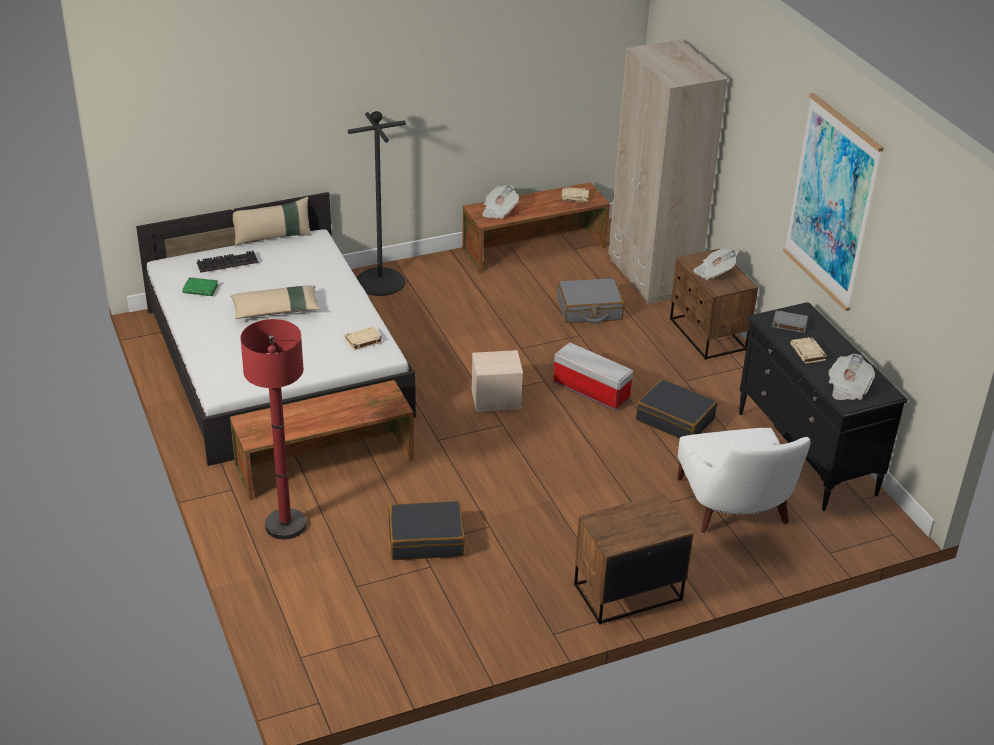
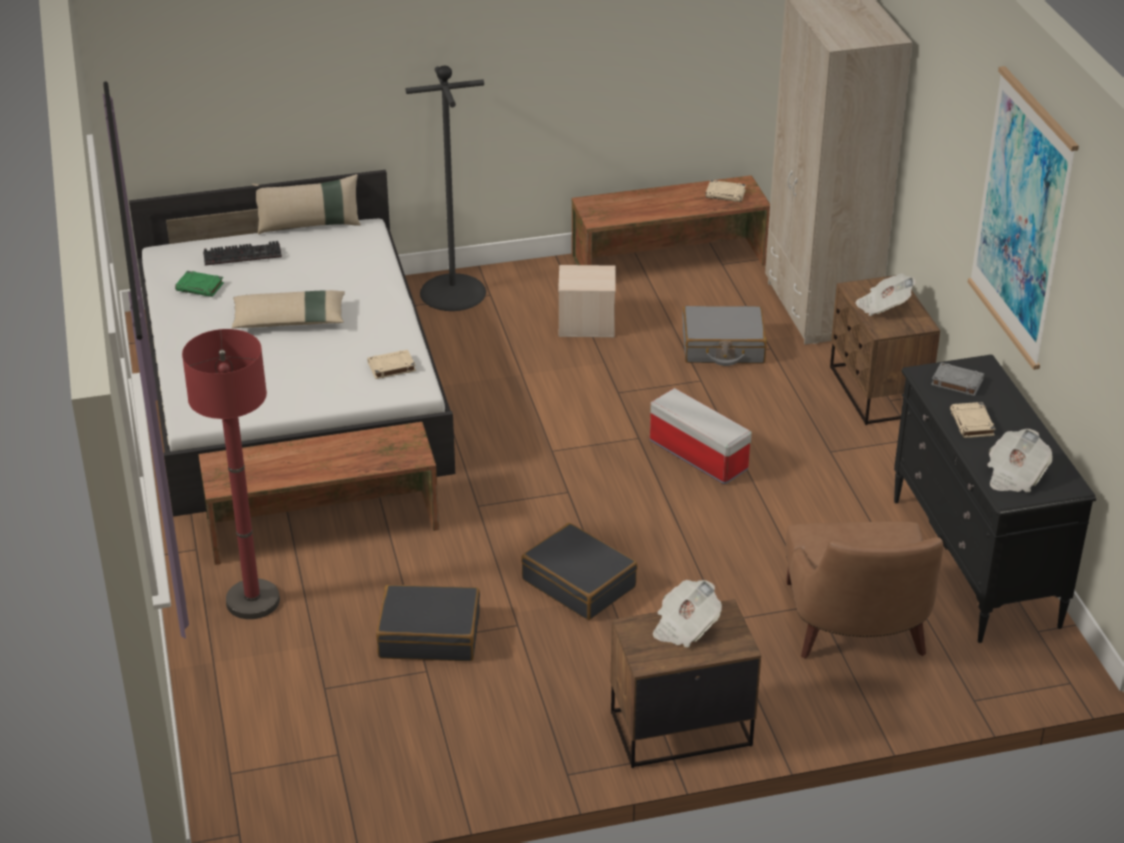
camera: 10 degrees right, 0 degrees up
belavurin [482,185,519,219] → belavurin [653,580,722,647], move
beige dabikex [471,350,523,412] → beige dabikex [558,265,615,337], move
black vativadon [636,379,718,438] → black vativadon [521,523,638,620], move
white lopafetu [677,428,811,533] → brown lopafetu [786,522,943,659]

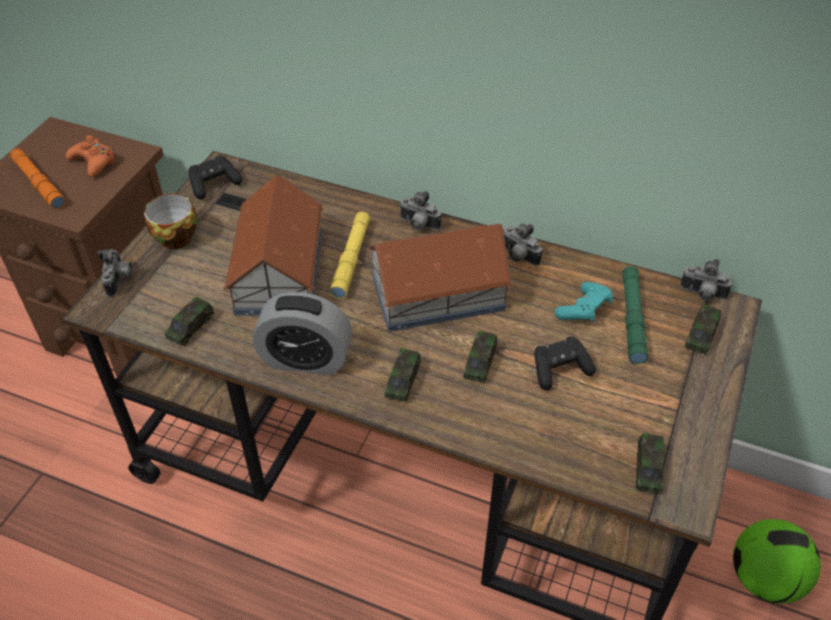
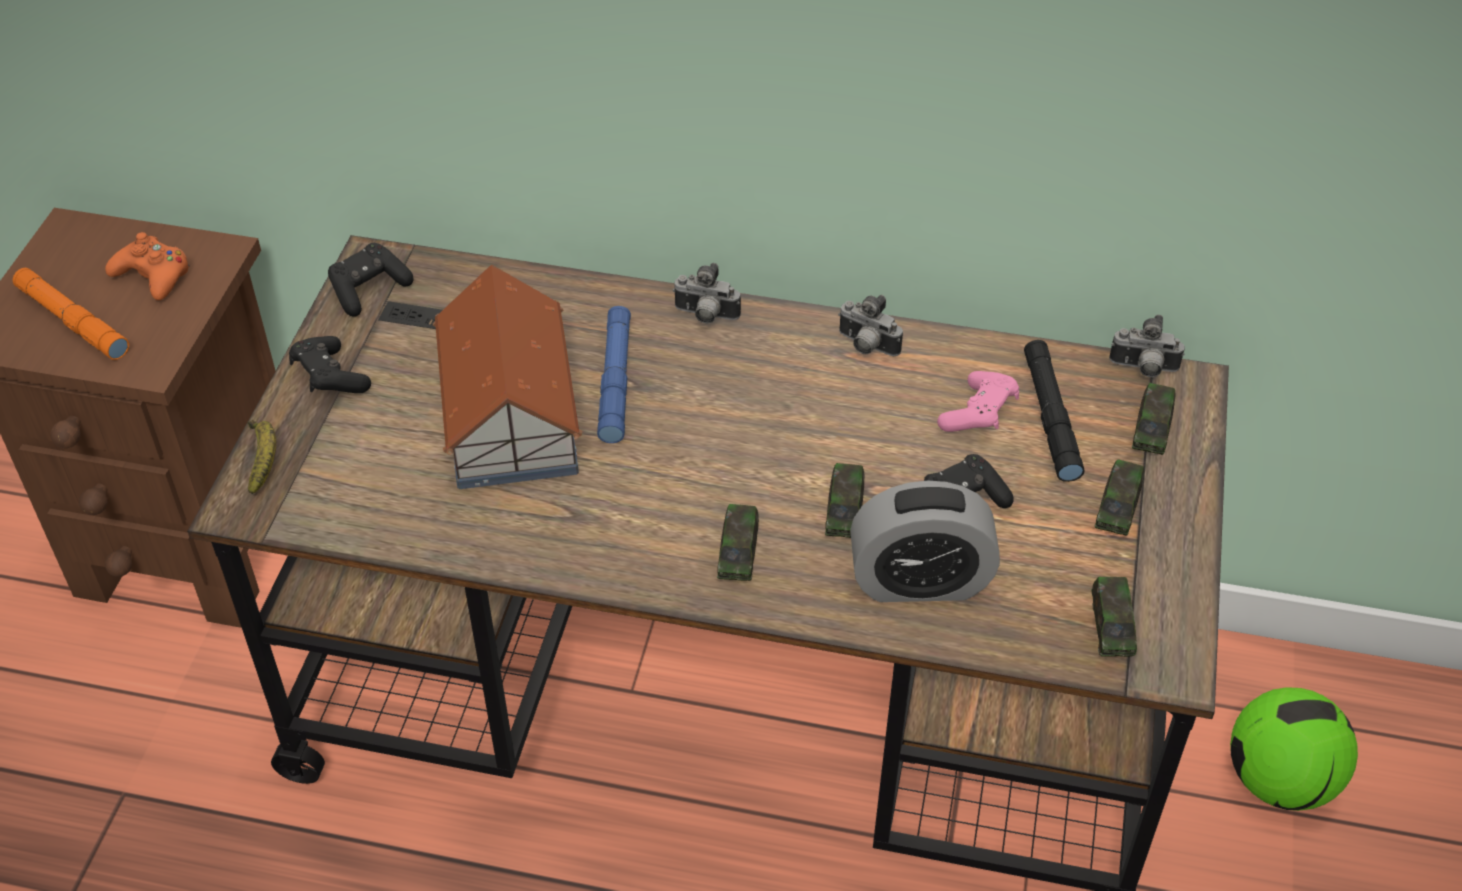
camera: 10 degrees left, 0 degrees up
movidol [144,192,197,249] → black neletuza [289,336,371,393]
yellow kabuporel [329,212,370,299] → blue kabuporel [597,306,631,443]
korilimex [367,224,514,332] → -
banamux [98,249,132,297] → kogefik [247,420,276,494]
green kabuporel [622,266,648,364] → black kabuporel [1024,340,1085,482]
turquoise neletuza [554,282,613,322] → pink neletuza [937,371,1019,432]
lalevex [253,292,352,375] → lalevex [850,481,1000,602], move
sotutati [165,297,214,346] → sotutati [1095,459,1144,536], move

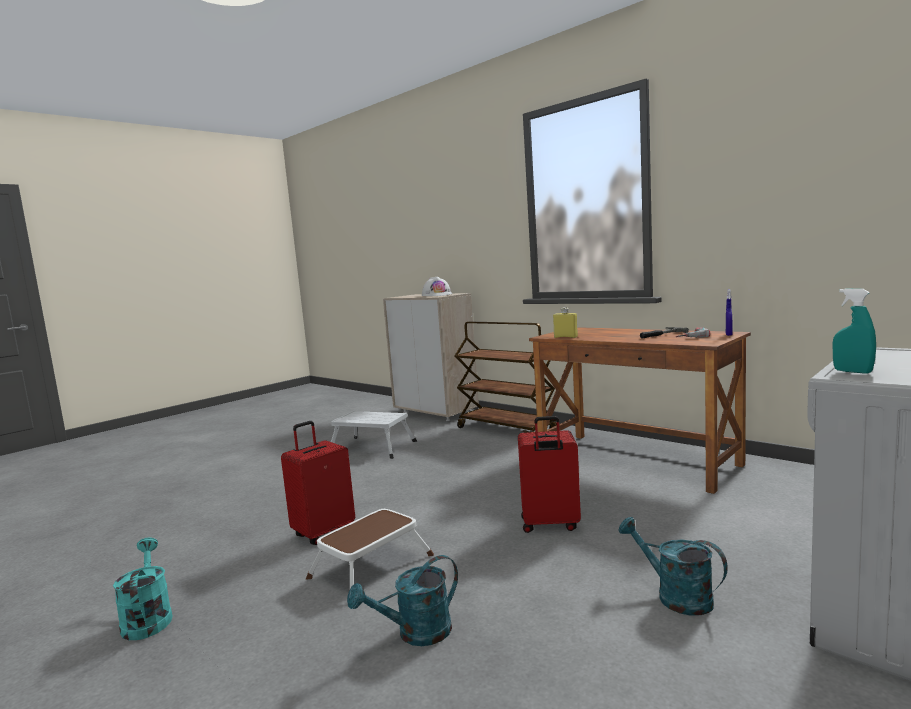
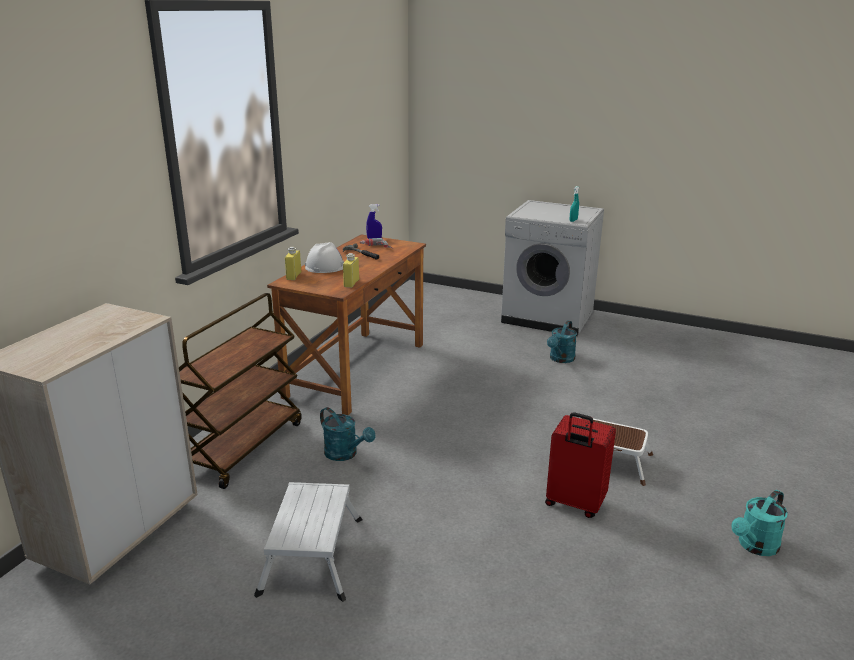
camera: 110 degrees left, 15 degrees up
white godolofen [422,277,452,296] → white godolofen [305,242,344,273], move
red vativadon [518,416,581,533] → -
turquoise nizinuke [347,555,458,646] → turquoise nizinuke [320,407,375,461], move
- → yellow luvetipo [285,247,301,280]

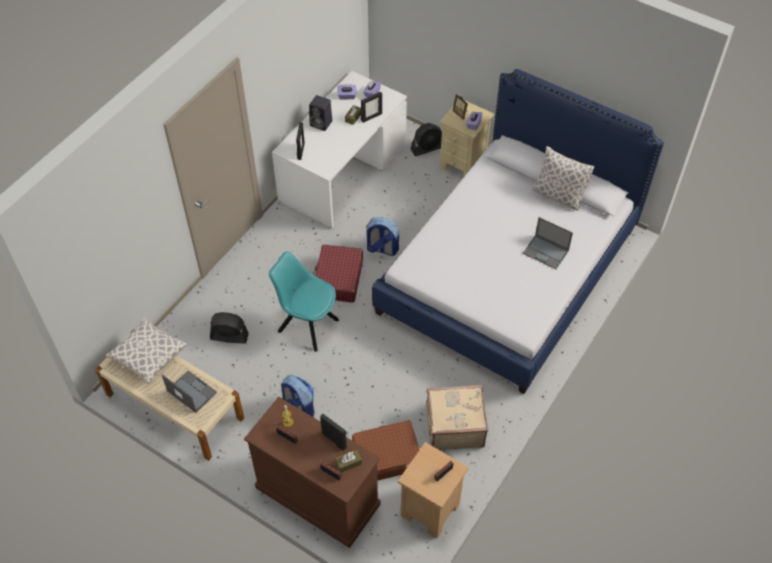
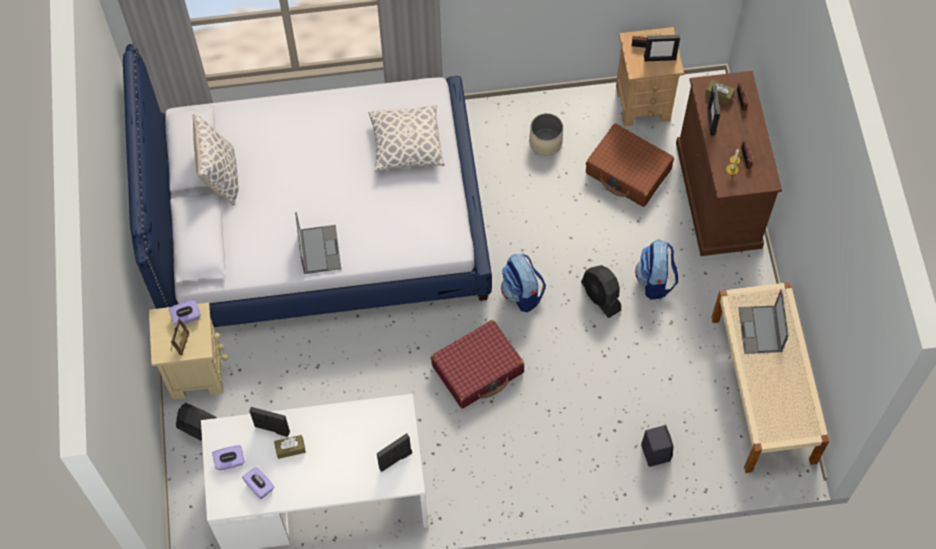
camera: 130 degrees left, 10 degrees up
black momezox [309,95,332,131] → black momezox [641,425,673,467], move
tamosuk [366,217,399,256] → tamosuk [501,254,546,312], move
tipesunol [523,217,573,269] → tipesunol [295,212,341,274], move
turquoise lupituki [269,252,339,352] → -
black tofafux [210,312,249,344] → black tofafux [581,265,621,318], move
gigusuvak [105,317,187,384] → gigusuvak [369,104,444,172], move
beige vativadon [427,385,488,450] → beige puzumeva [529,113,563,155]
- → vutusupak [644,35,680,62]

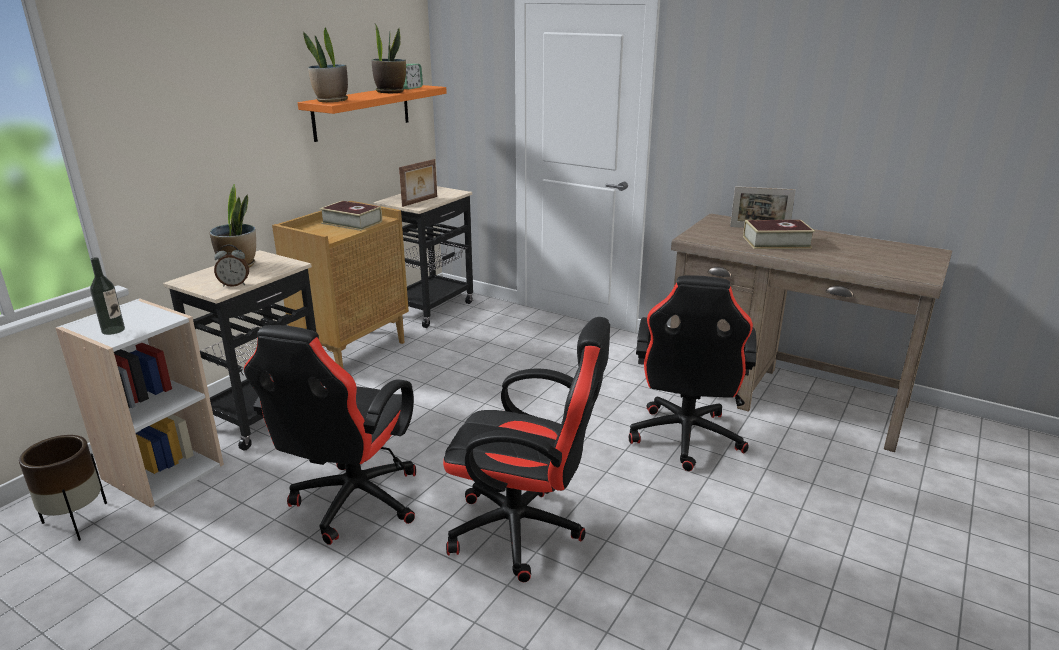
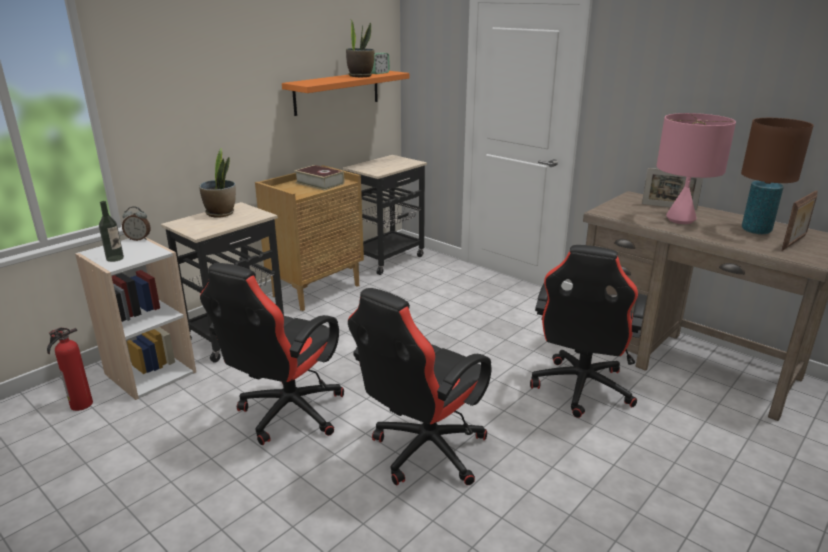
camera: 10 degrees right, 0 degrees up
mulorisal [303,27,348,102] → -
vutusupak [399,159,437,207] → vutusupak [781,190,817,251], move
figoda [743,220,815,249] → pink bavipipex [657,113,736,224]
lalevex [214,244,249,287] → lalevex [122,206,150,241], move
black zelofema [443,317,610,582] → black zelofema [348,288,491,485], 105 degrees clockwise
brown puzumeva [19,435,107,541] → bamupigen [47,327,93,411]
- → brown bavipipex [741,118,814,234]

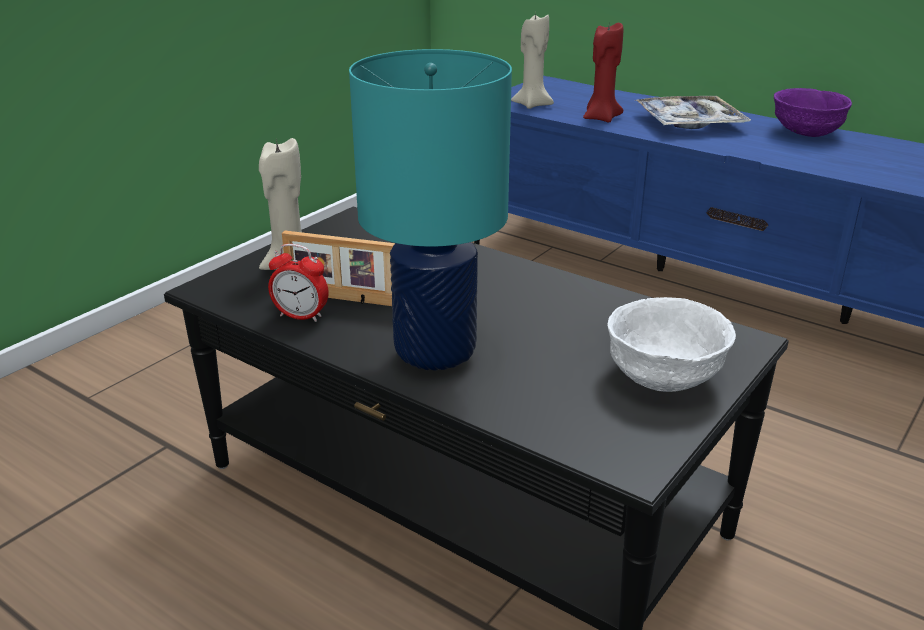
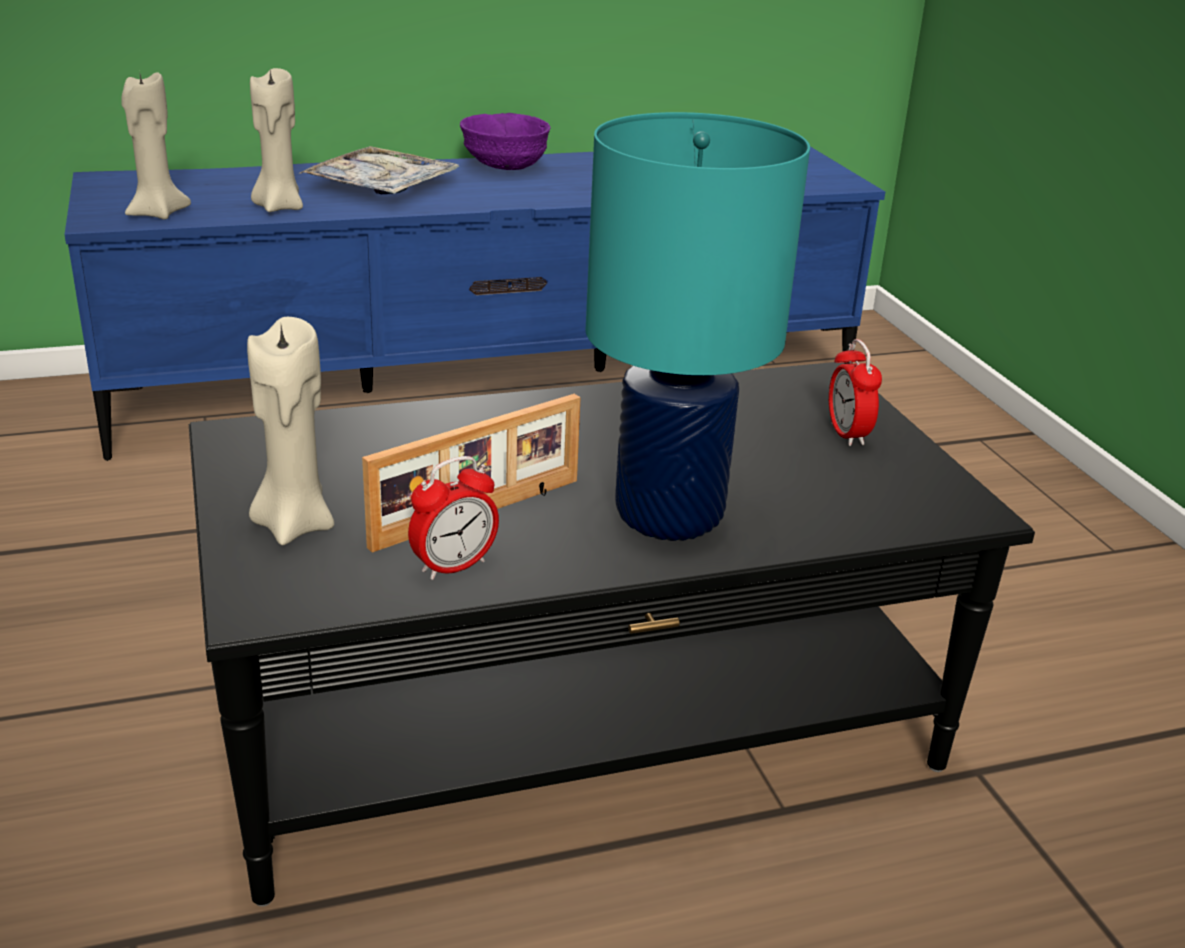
camera: 55 degrees left, 0 degrees up
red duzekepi [583,23,623,122] → beige duzekepi [250,68,303,212]
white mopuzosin [607,297,736,392] → lalevex [829,339,882,446]

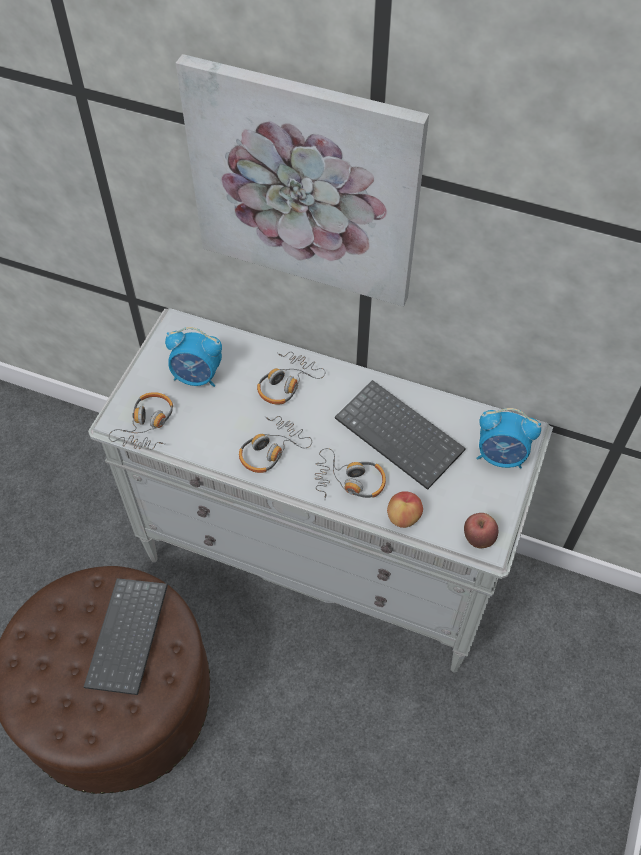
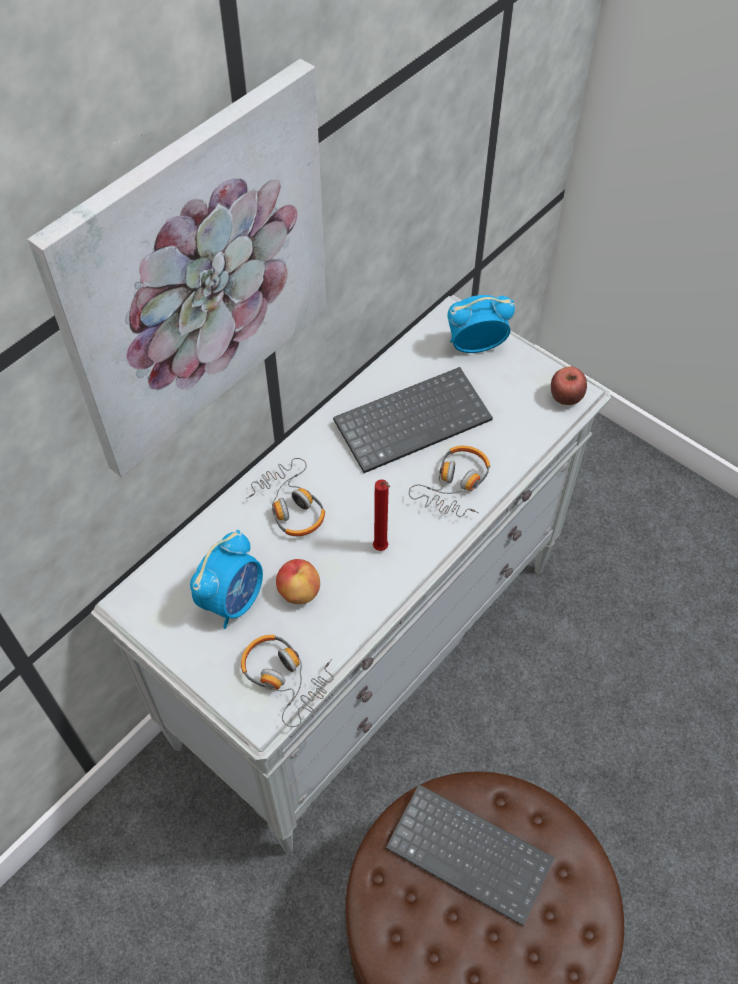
camera: 70 degrees left, 0 degrees up
lalevex [476,408,541,469] → lalevex [447,295,515,353], 135 degrees counterclockwise
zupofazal [239,416,312,473] → red duzekepi [373,479,390,551]
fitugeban [387,491,423,528] → fitugeban [276,559,320,604], move

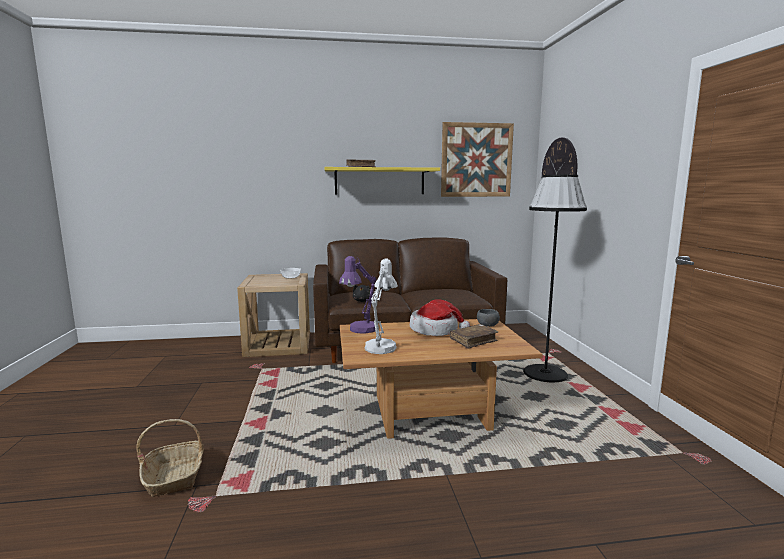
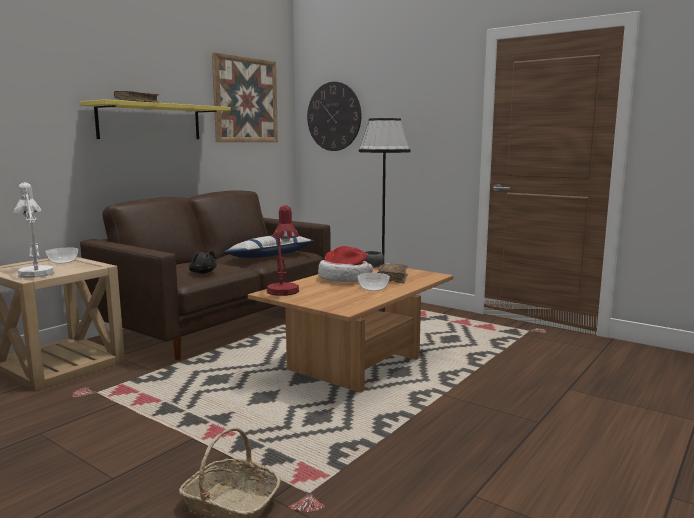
camera: 45 degrees left, 0 degrees up
purple bavipipex [339,256,377,334] → red bavipipex [267,205,299,296]
white bavipipex [364,258,398,354] → white bavipipex [14,182,54,278], move
- → gigusuvak [224,235,314,258]
- → mopuzosin [358,273,390,291]

